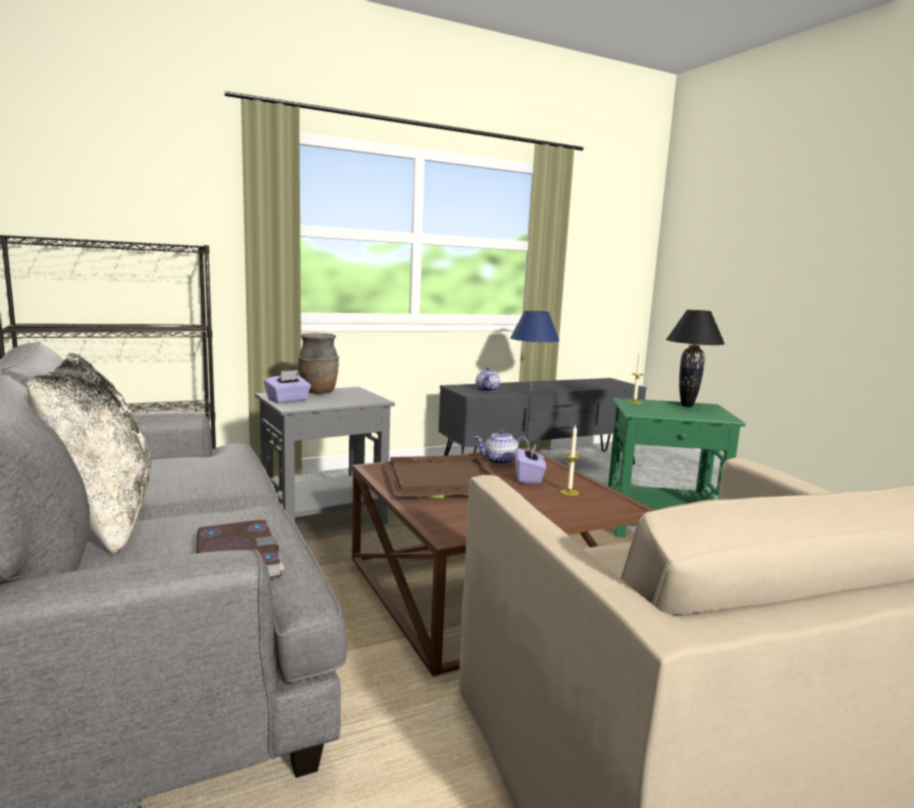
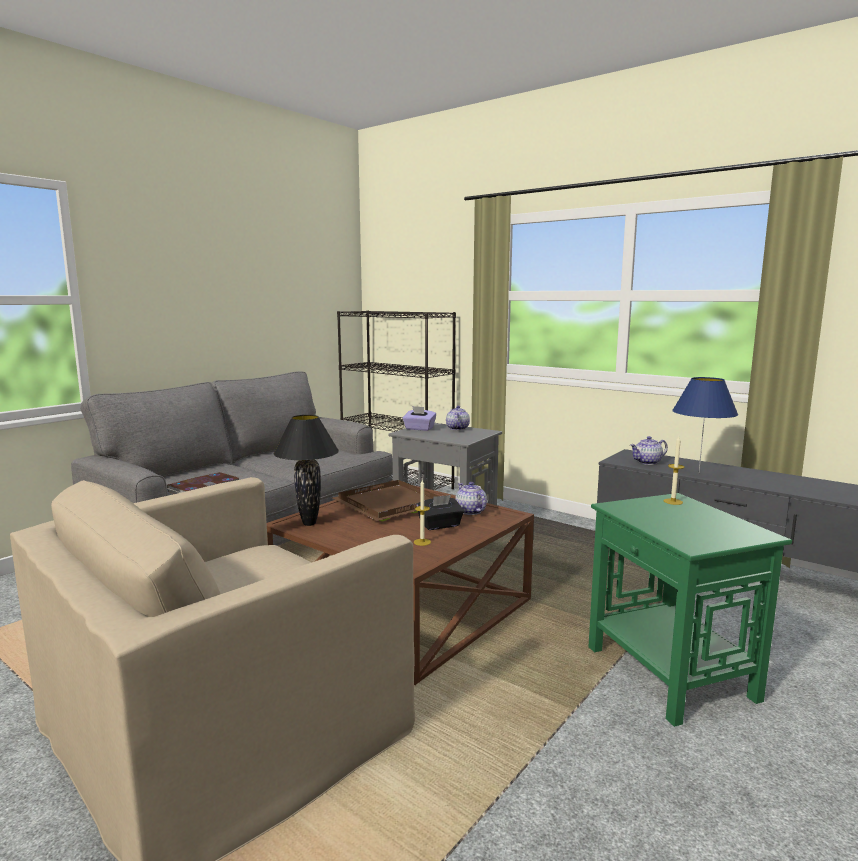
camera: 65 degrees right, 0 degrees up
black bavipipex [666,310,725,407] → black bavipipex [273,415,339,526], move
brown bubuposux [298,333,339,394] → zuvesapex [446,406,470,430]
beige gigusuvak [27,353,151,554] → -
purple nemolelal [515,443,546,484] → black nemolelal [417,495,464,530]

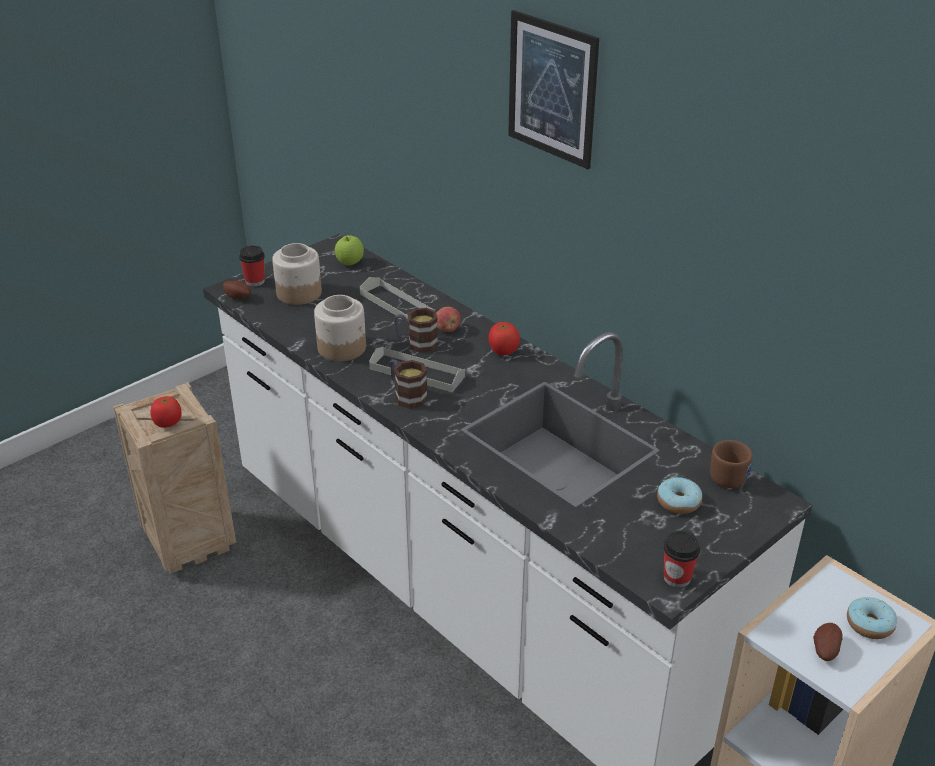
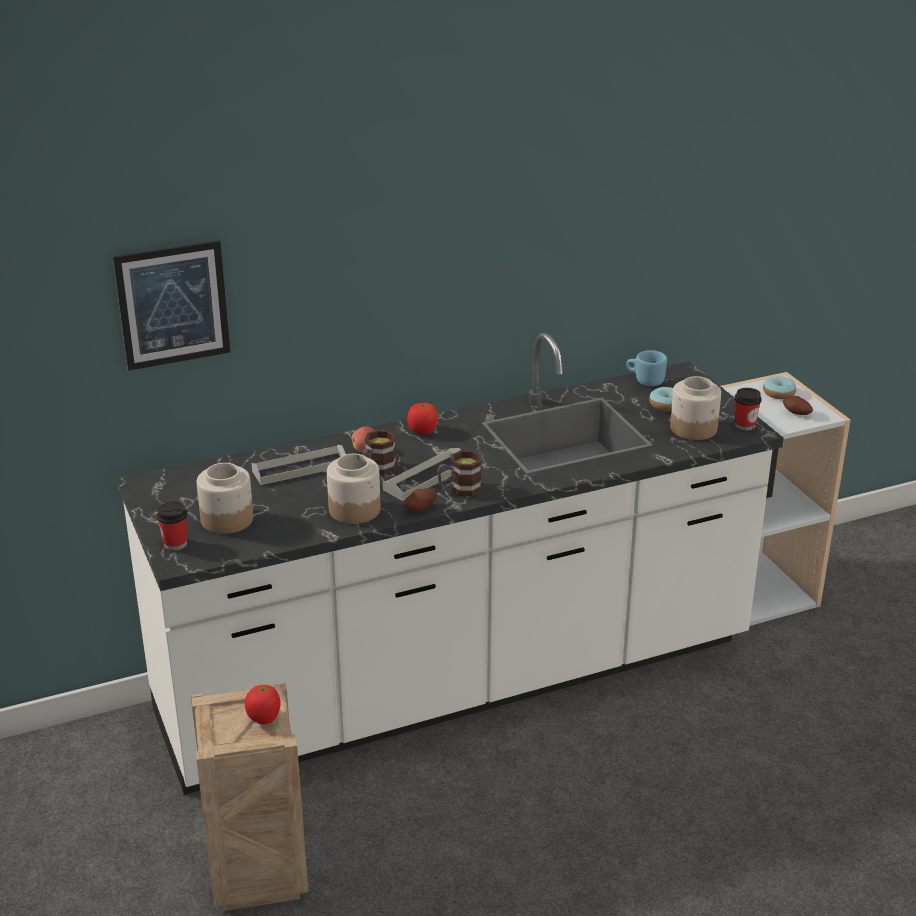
camera: 70 degrees left, 5 degrees down
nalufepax [508,10,599,169] → nalufepax [113,240,230,371], move
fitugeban [335,235,364,266] → -
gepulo [223,281,251,299] → gepulo [404,488,437,511], move
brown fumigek [710,440,753,488] → blue fumigek [626,350,667,386]
- → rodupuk [670,376,721,440]

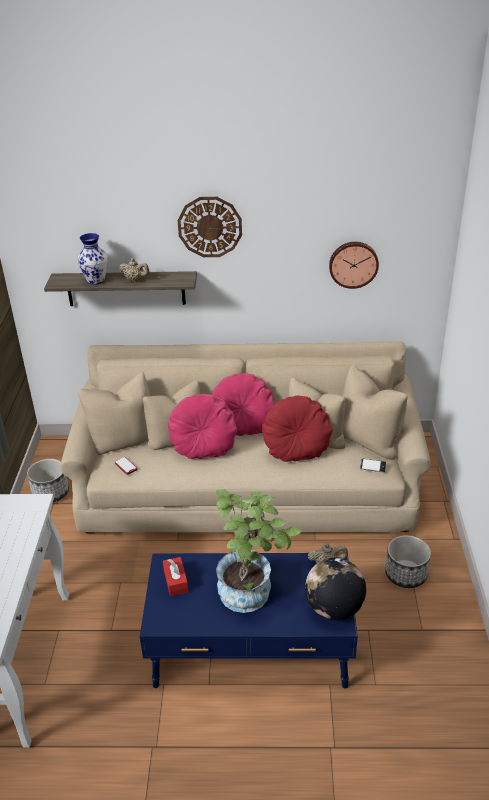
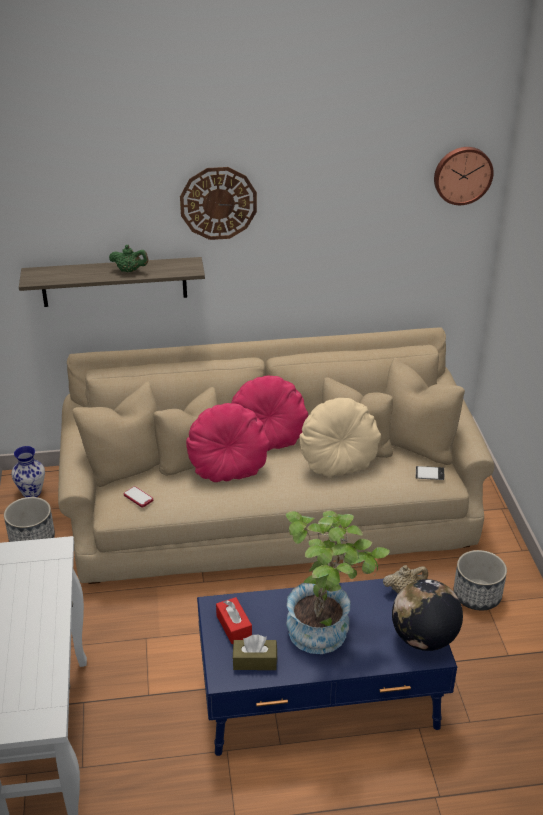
camera: 10 degrees left, 0 degrees up
bubuposux [77,233,108,285] → bubuposux [12,446,45,497], move
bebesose [329,242,379,289] → bebesose [434,147,494,205], move
beige zuvesapex [119,258,149,281] → green zuvesapex [109,245,149,272]
red gigusuvak [262,396,333,462] → beige gigusuvak [299,398,381,477]
- → brown nemolelal [233,635,277,670]

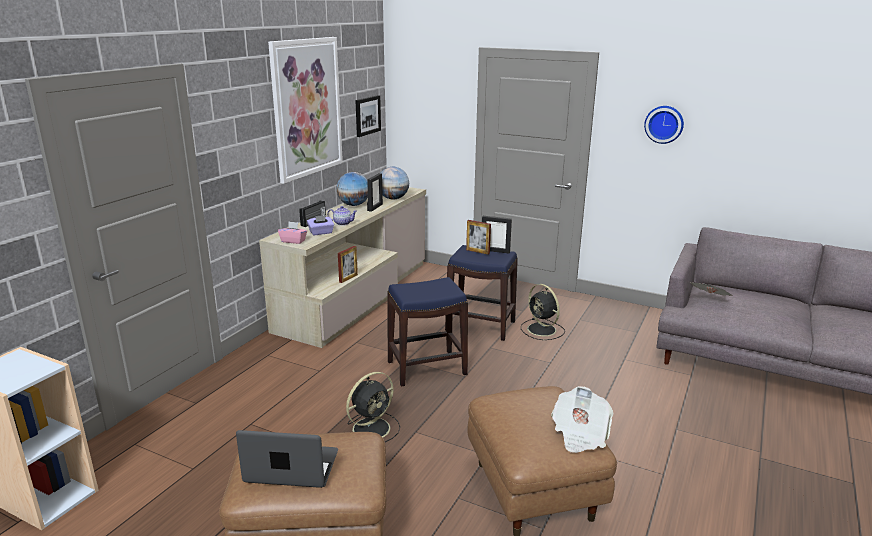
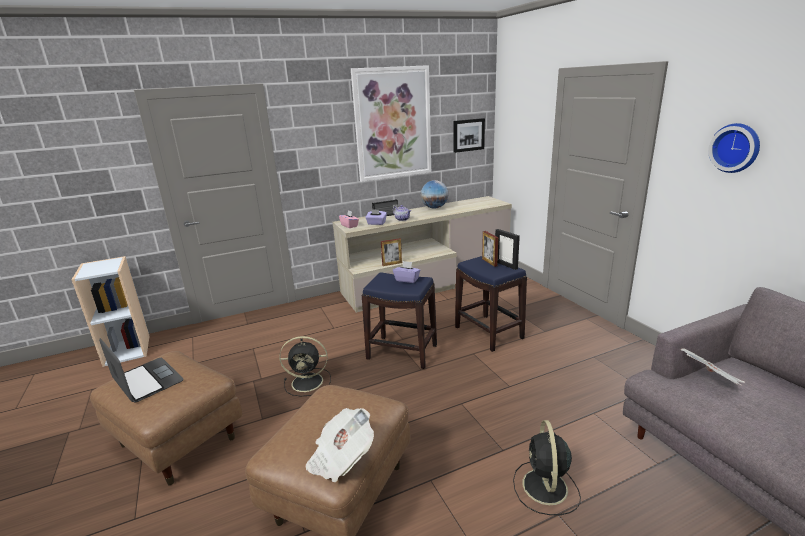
camera: 40 degrees right, 0 degrees up
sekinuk [381,167,409,200] → -
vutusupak [367,173,383,212] → -
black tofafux [521,284,565,340] → black tofafux [513,420,581,515], move
- → purple nemolelal [393,261,420,283]

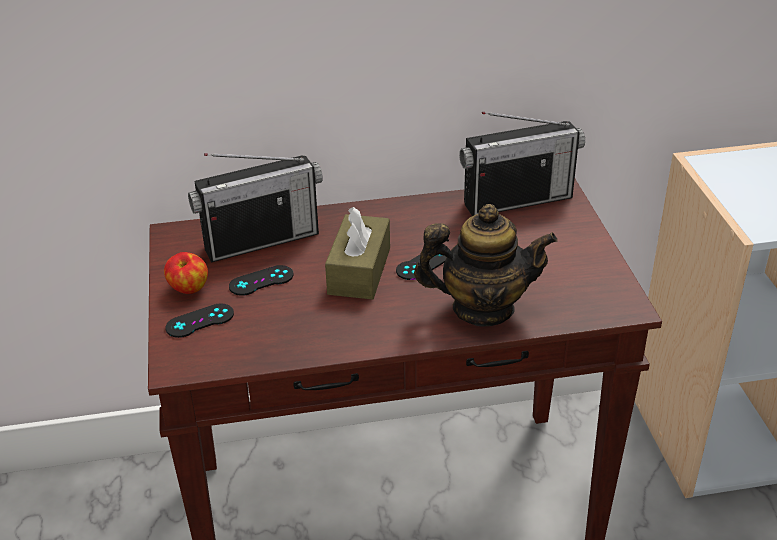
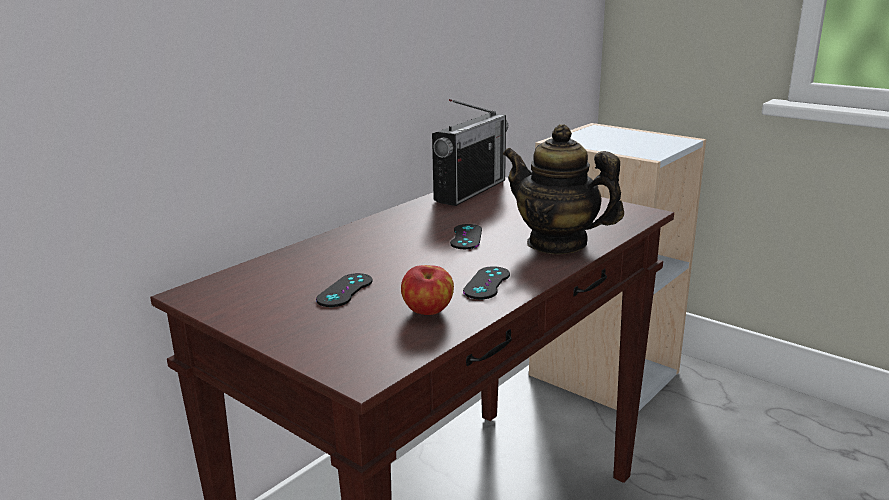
camera: 40 degrees left, 15 degrees down
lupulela [188,153,323,262] → -
zuvesapex [414,204,558,327] → zuvesapex [503,124,624,254], 105 degrees counterclockwise
brown nemolelal [325,207,390,300] → -
fitugeban [164,252,208,294] → fitugeban [401,265,454,315], move
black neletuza [165,304,234,338] → black neletuza [463,266,510,299], move

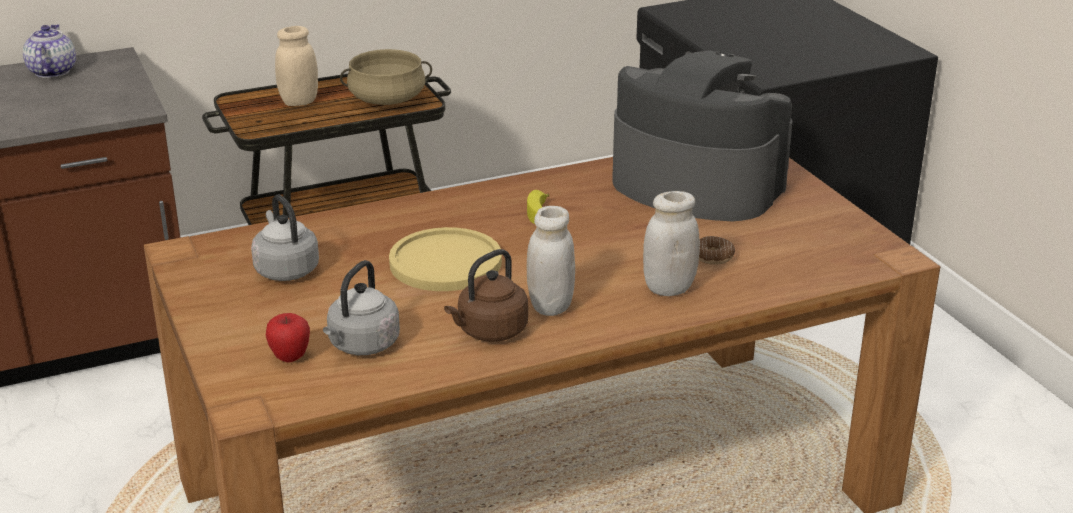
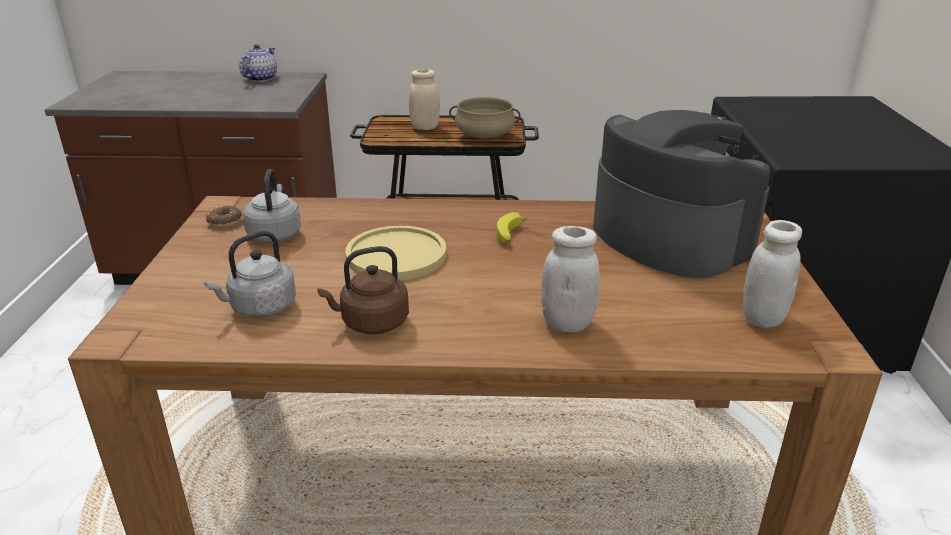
camera: 25 degrees right, 0 degrees up
white rodupuk [527,206,575,316] → white rodupuk [743,220,802,328], move
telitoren [699,236,735,265] → telitoren [206,205,242,228], move
fitugeban [266,313,310,362] → -

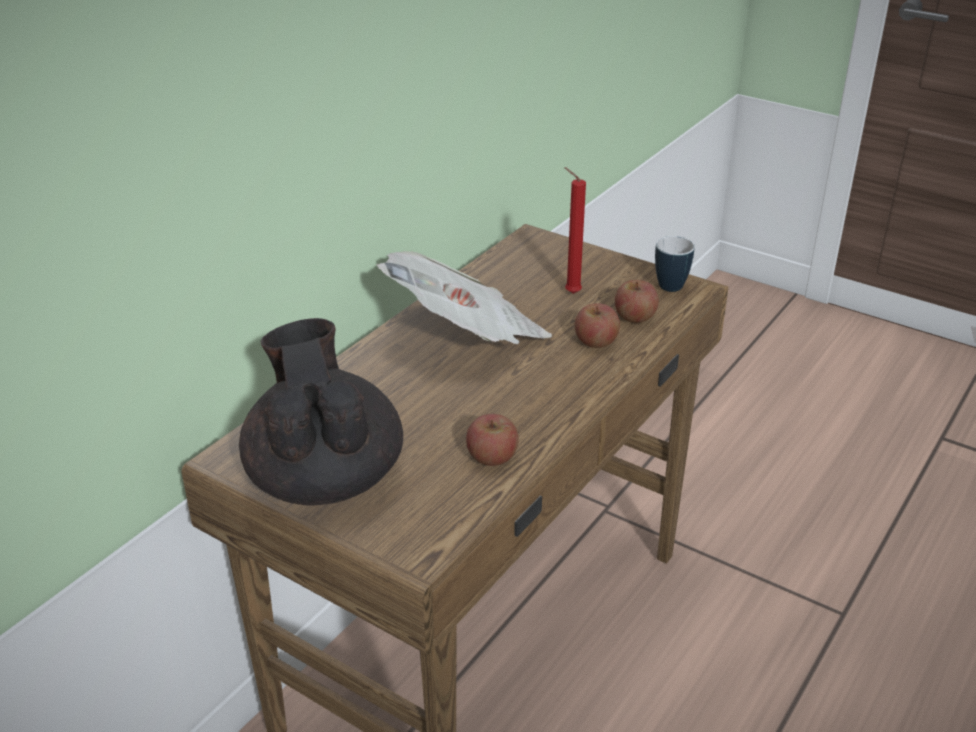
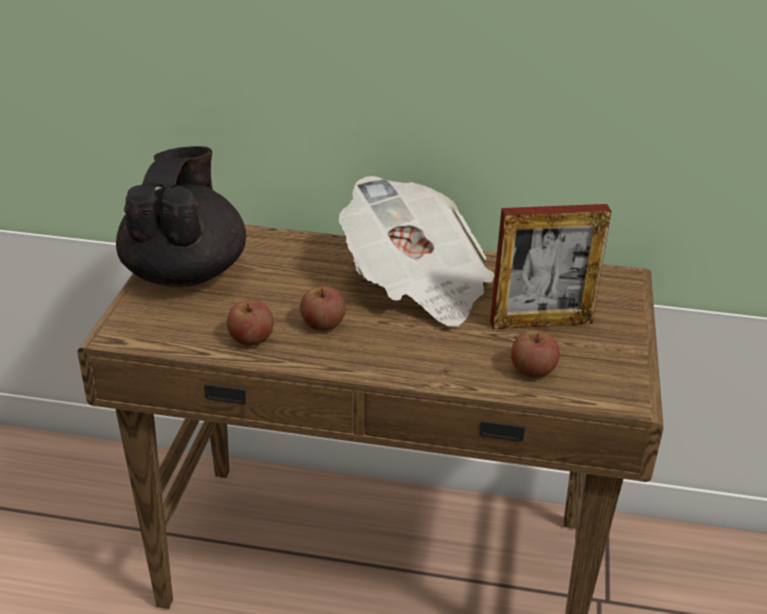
camera: 65 degrees right, 0 degrees up
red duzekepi [564,167,586,294] → vutusupak [490,204,612,329]
fumigek [655,236,695,292] → -
fitugeban [575,303,620,348] → fitugeban [300,286,346,331], move
black zuvesapex [239,318,403,506] → black zuvesapex [116,146,246,287], 45 degrees counterclockwise

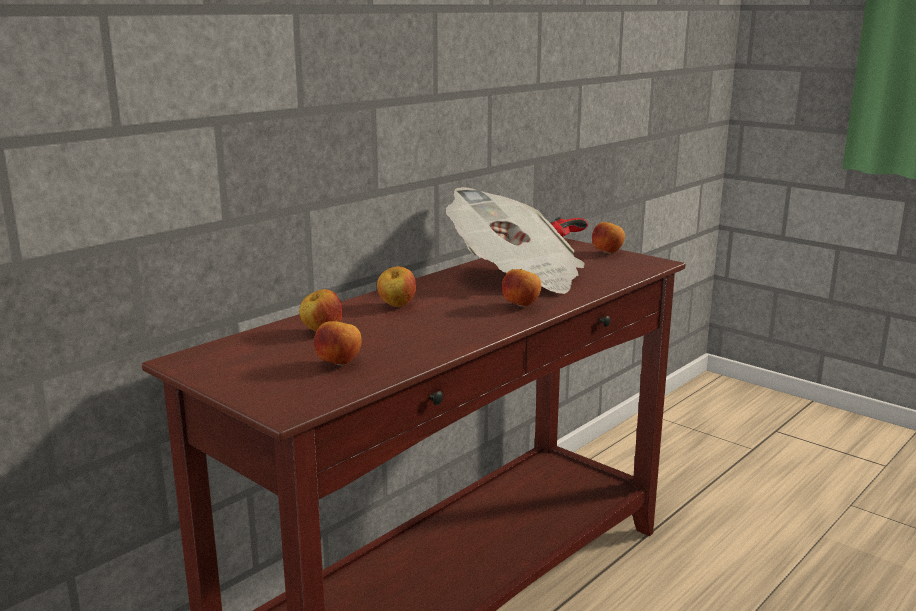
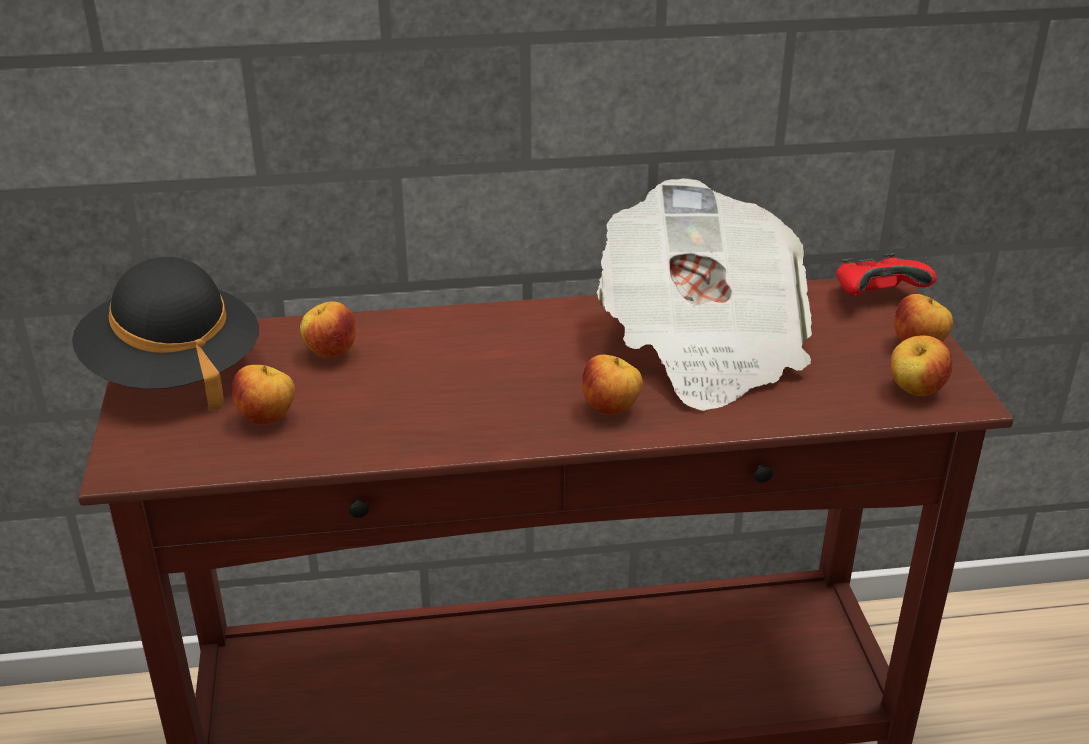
camera: 40 degrees right, 15 degrees up
fitugeban [377,266,416,307] → fitugeban [891,336,952,396], move
- → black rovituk [72,257,259,410]

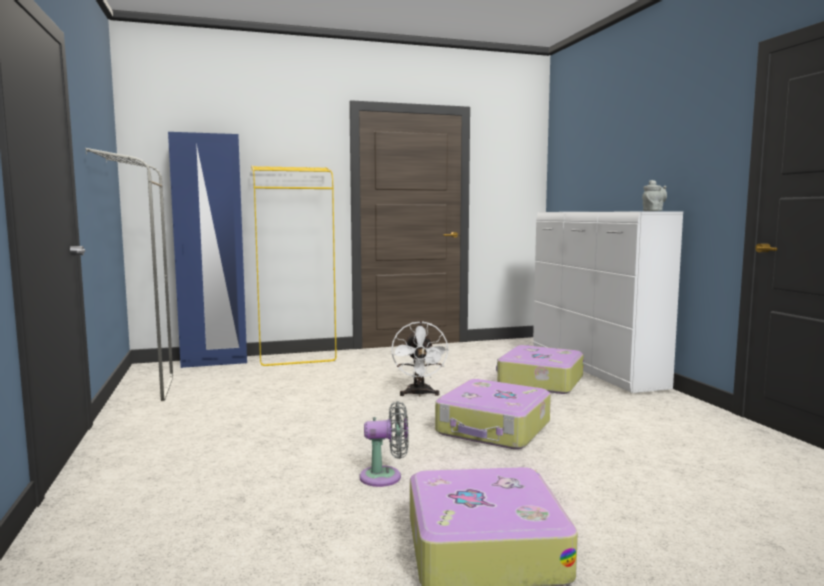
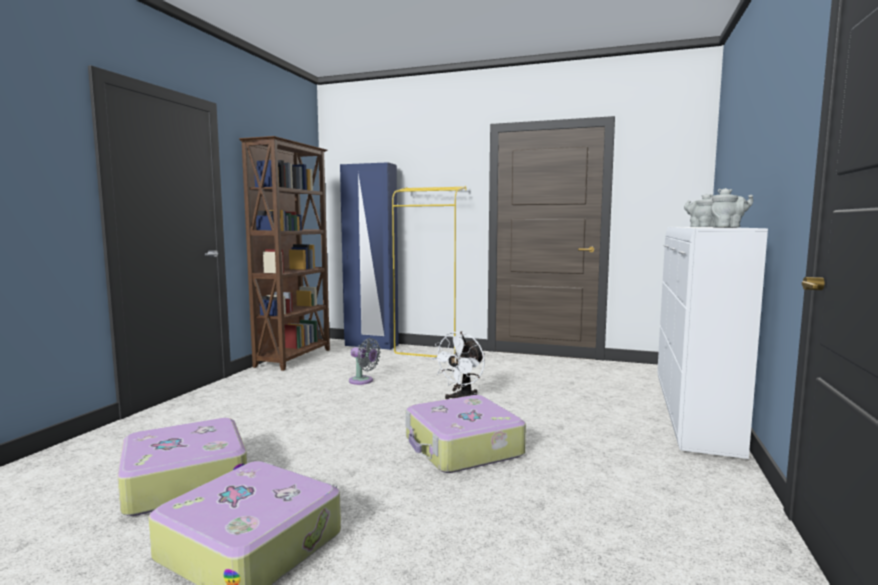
camera: 35 degrees right, 0 degrees up
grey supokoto [85,148,173,401] → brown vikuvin [239,136,330,371]
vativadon [496,345,584,394] → vativadon [118,418,247,516], move
grey tofafux [360,401,409,487] → grey tofafux [349,338,381,385], move
- → grey zuvesapex [684,194,713,227]

